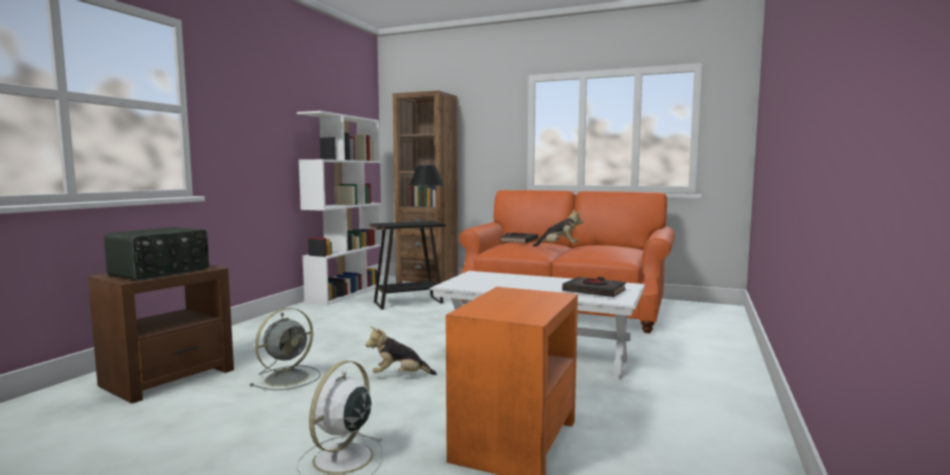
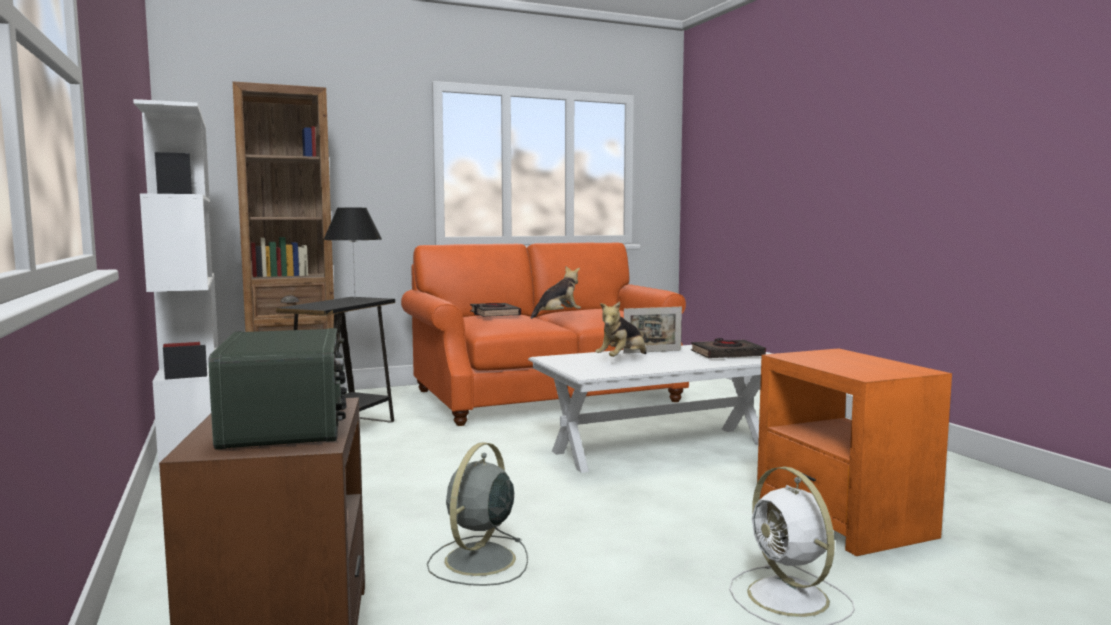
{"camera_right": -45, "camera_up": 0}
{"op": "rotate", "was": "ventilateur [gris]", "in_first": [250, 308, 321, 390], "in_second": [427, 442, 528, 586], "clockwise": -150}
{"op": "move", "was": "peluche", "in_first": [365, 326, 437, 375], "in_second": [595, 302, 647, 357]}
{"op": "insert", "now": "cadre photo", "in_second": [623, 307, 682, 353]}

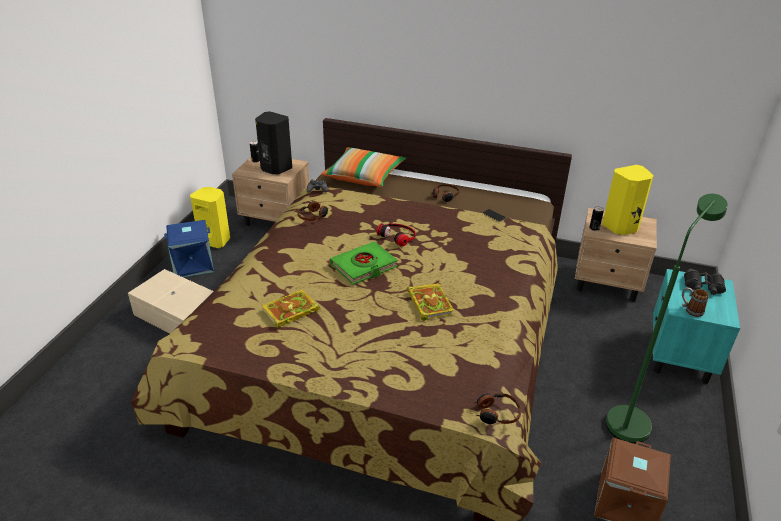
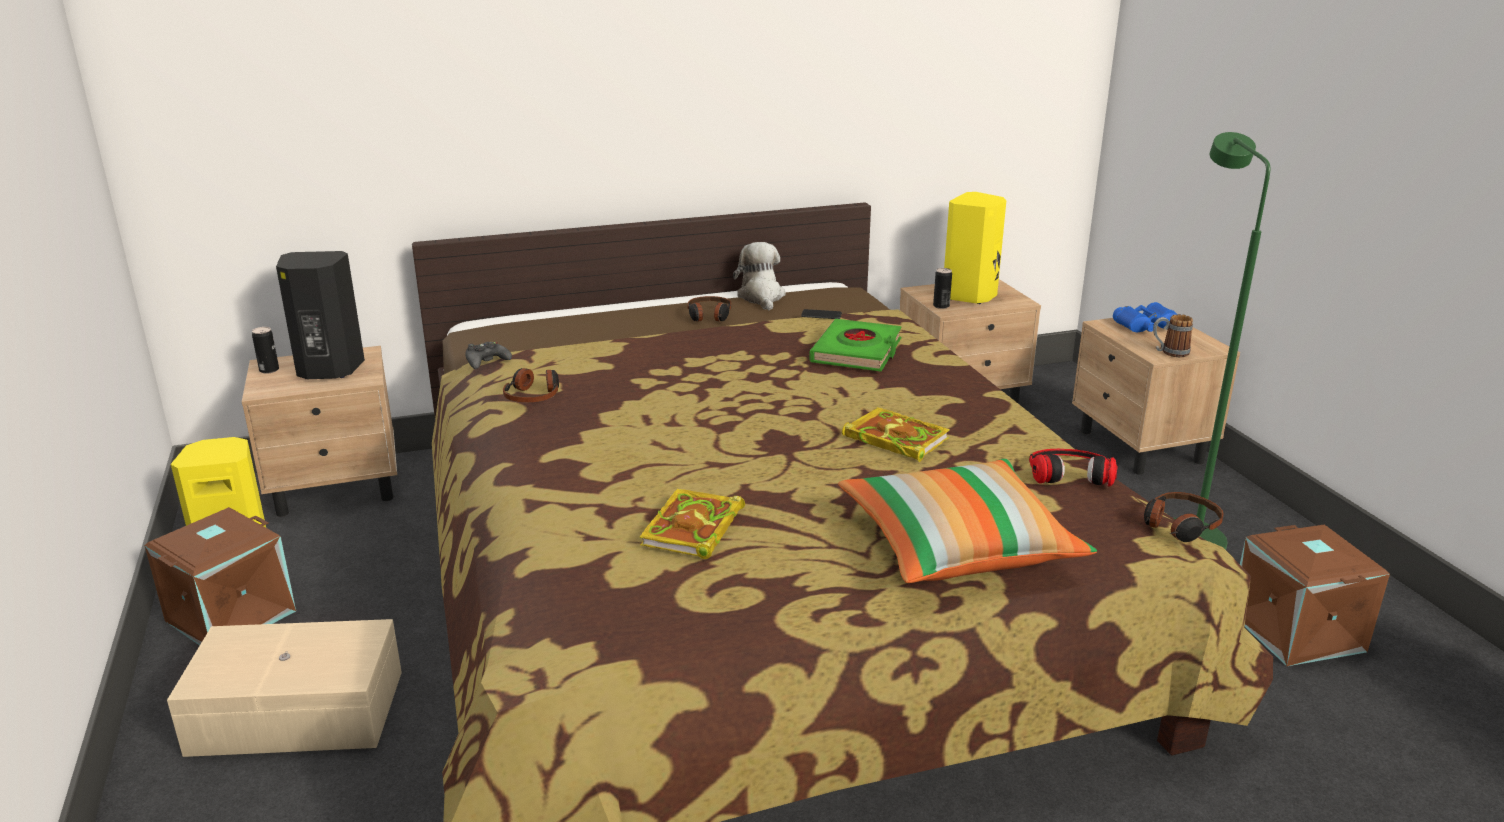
{"camera_right": -35, "camera_up": -10}
{"op": "recolor", "was": "boîte de rangement [bleu]", "now": "boîte de rangement [marron]", "in_first": [164, 220, 214, 277], "in_second": [145, 507, 296, 646]}
{"op": "insert", "now": "peluche", "in_second": [733, 242, 786, 310]}
{"op": "move", "was": "livre [vert]", "in_first": [330, 241, 398, 285], "in_second": [809, 319, 902, 371]}
{"op": "move", "was": "coussin", "in_first": [321, 147, 406, 187], "in_second": [838, 459, 1097, 583]}
{"op": "move", "was": "casque audio", "in_first": [377, 223, 416, 247], "in_second": [1029, 449, 1118, 486]}
{"op": "recolor", "was": "table de chevet [turquoise]", "now": "table de chevet [beige]", "in_first": [653, 269, 740, 384], "in_second": [1072, 318, 1240, 475]}
{"op": "recolor", "was": "jumelles [noir]", "now": "jumelles [bleu]", "in_first": [684, 269, 726, 295], "in_second": [1113, 302, 1177, 332]}

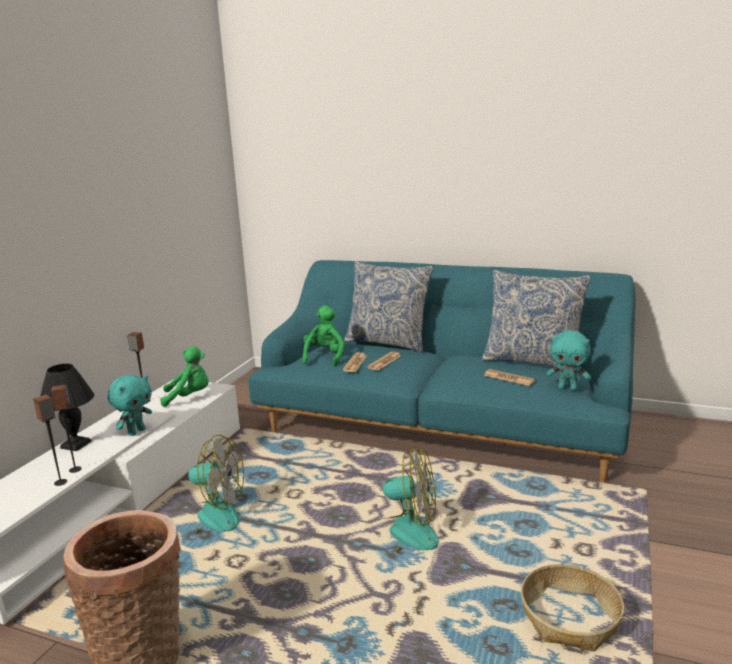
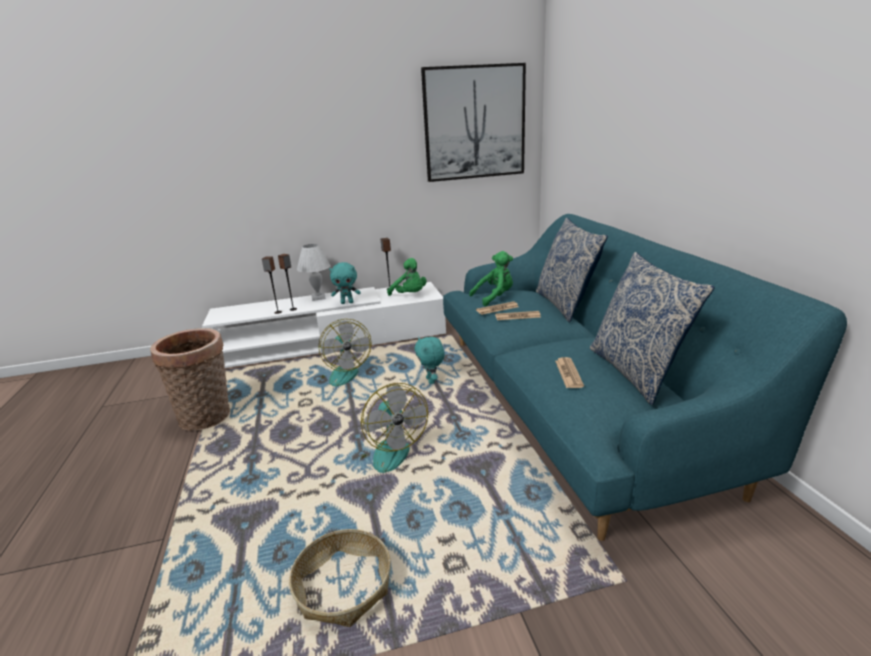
{"camera_right": 55, "camera_up": 5}
{"op": "recolor", "was": "lampe de table [noir]", "now": "lampe de table [blanc]", "in_first": [40, 364, 94, 451], "in_second": [297, 244, 330, 301]}
{"op": "move", "was": "peluche [turquoise]", "in_first": [546, 330, 591, 391], "in_second": [414, 337, 445, 384]}
{"op": "insert", "now": "tableau", "in_second": [421, 63, 526, 182]}

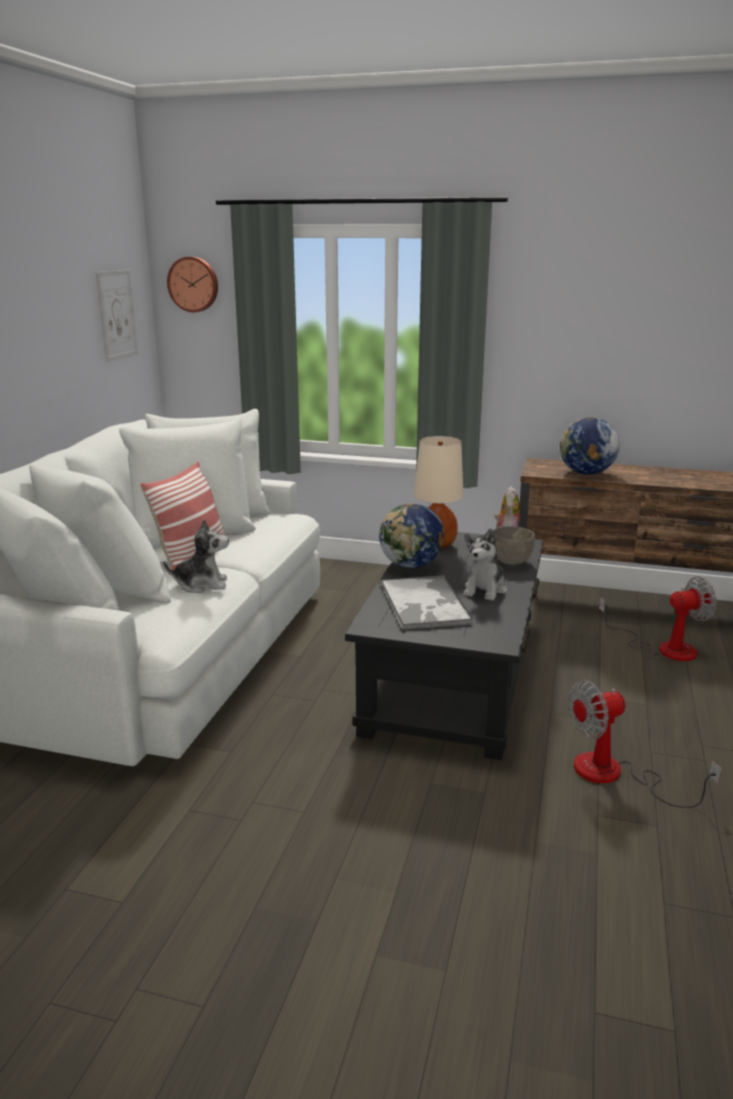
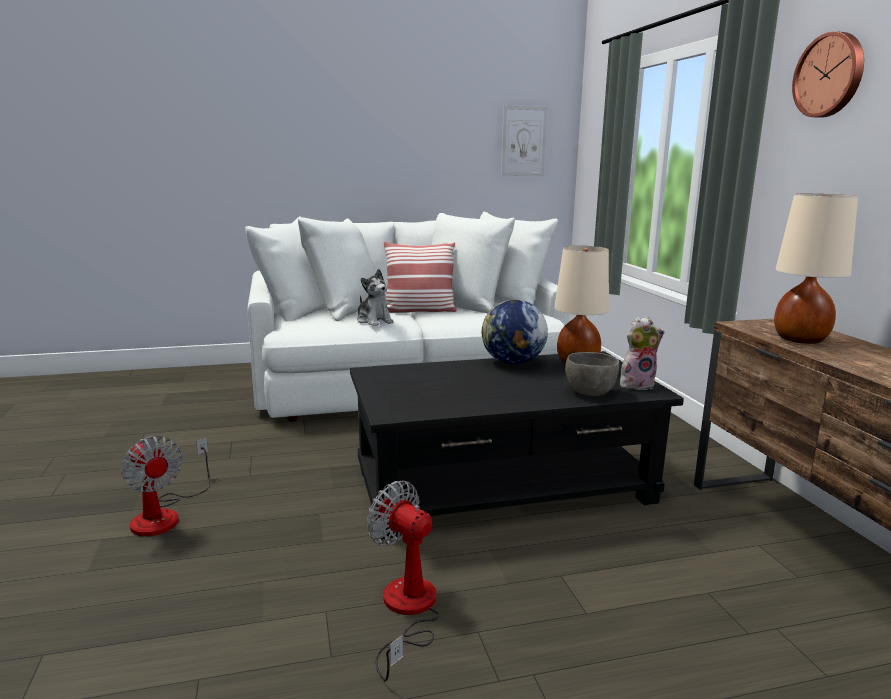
{"camera_right": 60, "camera_up": -5}
{"op": "move", "was": "ventilateur", "in_first": [599, 577, 716, 661], "in_second": [121, 436, 210, 536]}
{"op": "replace", "was": "globe", "now": "lampe de table [beige]", "in_first": [560, 417, 619, 475], "in_second": [774, 194, 858, 344]}
{"op": "move", "was": "horloge murale", "in_first": [167, 257, 218, 312], "in_second": [792, 31, 864, 118]}
{"op": "delete", "was": "plateau", "in_first": [381, 575, 474, 630]}
{"op": "delete", "was": "peluche", "in_first": [464, 528, 507, 601]}

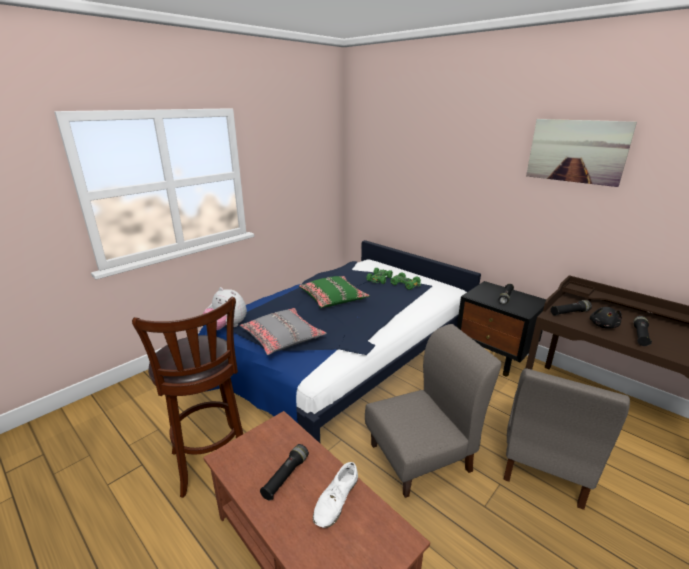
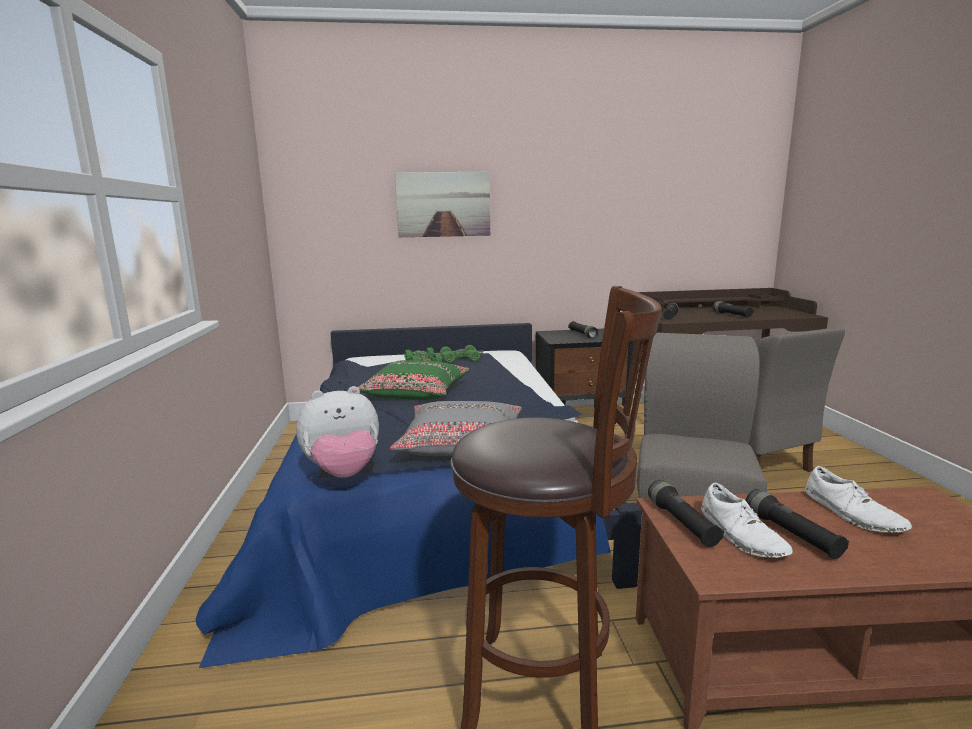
{"camera_right": -50, "camera_up": -10}
{"op": "move", "was": "tableau", "in_first": [526, 119, 637, 187], "in_second": [395, 172, 490, 237]}
{"op": "insert", "now": "lampe de poche [noir]", "in_second": [648, 480, 724, 547]}
{"op": "insert", "now": "chaussure [blanc]", "in_second": [701, 482, 793, 558]}
{"op": "delete", "was": "peluche [noir]", "in_first": [590, 307, 622, 329]}

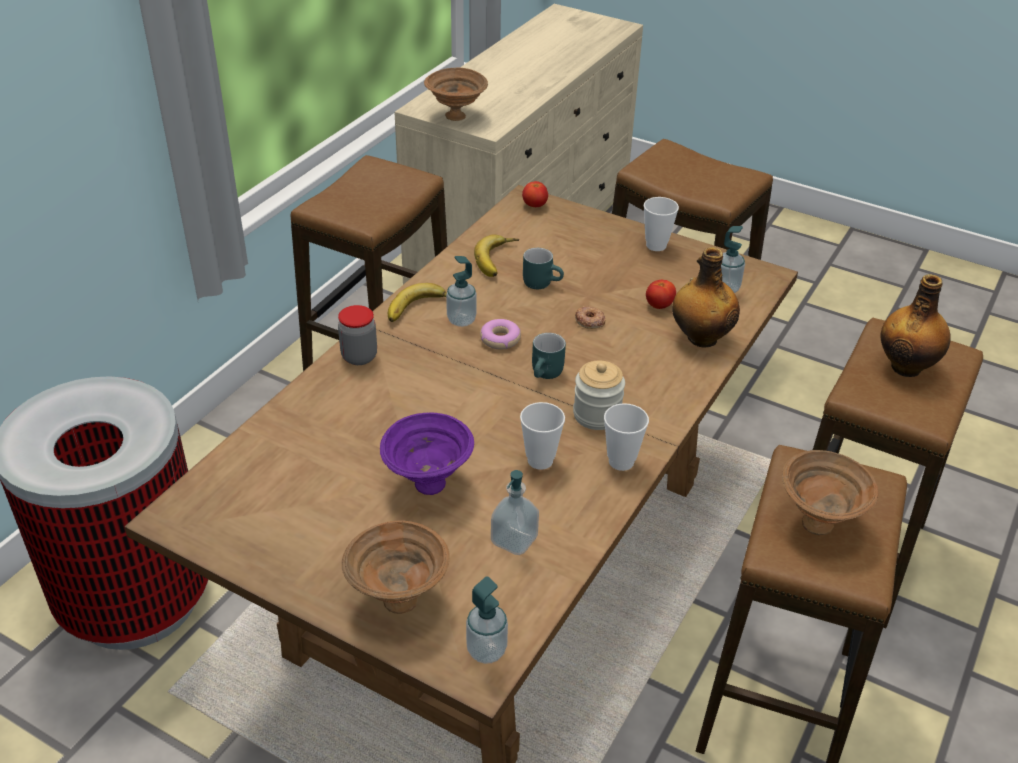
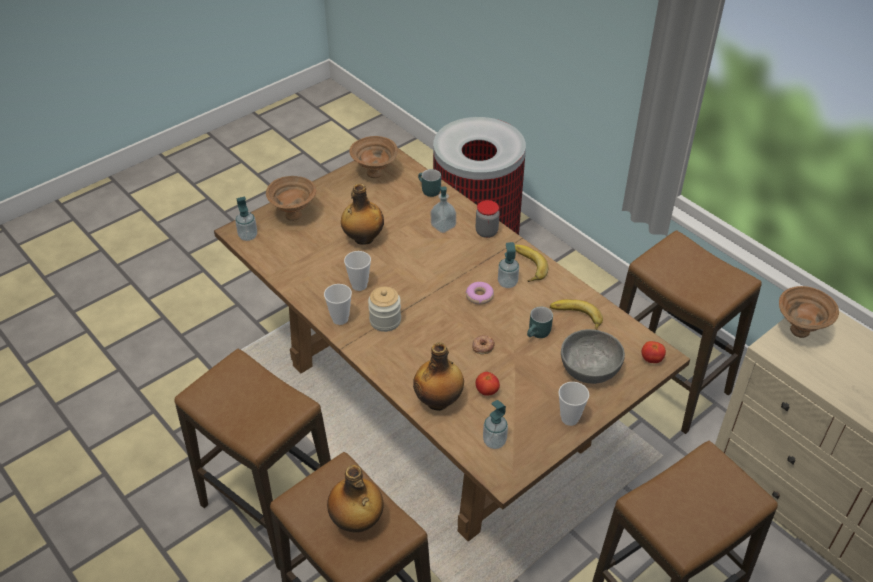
{"camera_right": 110, "camera_up": 5}
{"op": "replace", "was": "bol [violet]", "now": "bouteille", "in_first": [380, 413, 474, 495], "in_second": [341, 183, 384, 245]}
{"op": "move", "was": "bol [marron]", "in_first": [782, 450, 879, 535], "in_second": [349, 136, 398, 178]}
{"op": "move", "was": "mug [turquoise]", "in_first": [532, 333, 566, 379], "in_second": [418, 169, 441, 197]}
{"op": "move", "was": "distributeur de savon", "in_first": [491, 470, 539, 555], "in_second": [431, 186, 456, 233]}
{"op": "insert", "now": "bol [gris]", "in_second": [561, 329, 625, 384]}

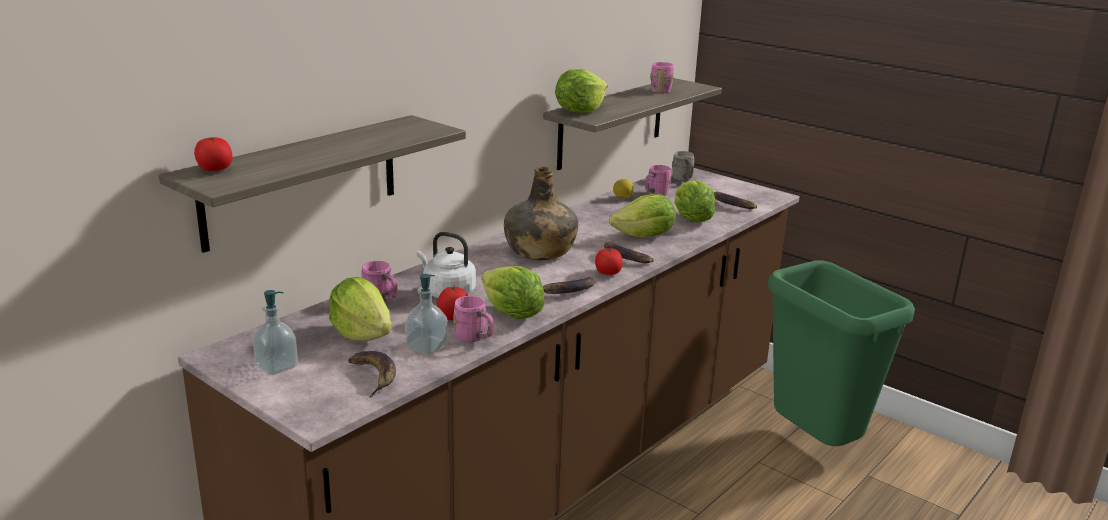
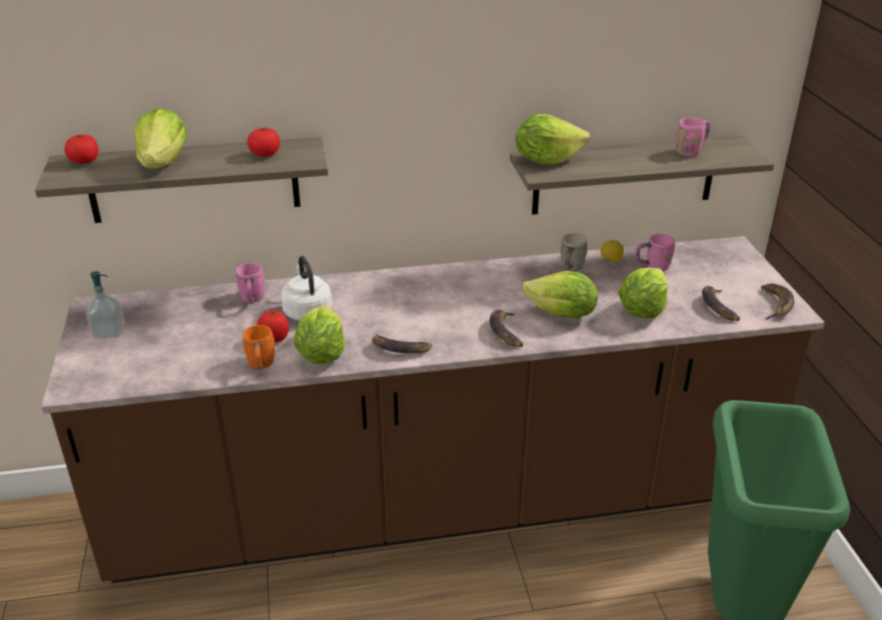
{"camera_right": 40, "camera_up": 10}
{"op": "move", "was": "laitue", "in_first": [329, 277, 392, 341], "in_second": [134, 108, 187, 169]}
{"op": "recolor", "was": "mug [rose]", "now": "mug [orange]", "in_first": [453, 296, 494, 342], "in_second": [243, 325, 275, 370]}
{"op": "move", "was": "tomate", "in_first": [595, 248, 623, 275], "in_second": [247, 127, 280, 157]}
{"op": "move", "was": "mug [gris]", "in_first": [672, 151, 694, 181], "in_second": [561, 233, 588, 271]}
{"op": "move", "was": "banane", "in_first": [348, 351, 396, 397], "in_second": [761, 283, 794, 320]}
{"op": "delete", "was": "distributeur de savon", "in_first": [405, 274, 448, 355]}
{"op": "delete", "was": "bouteille [vert]", "in_first": [504, 167, 578, 260]}

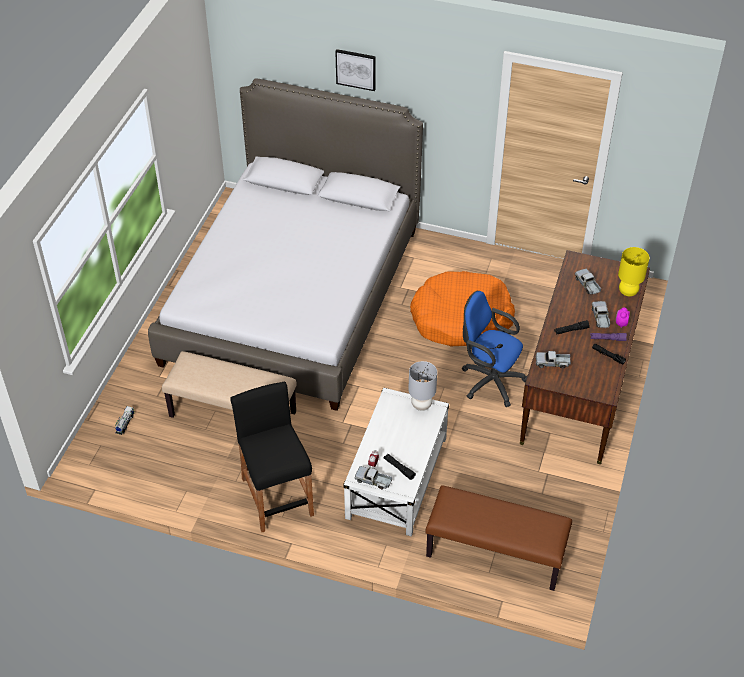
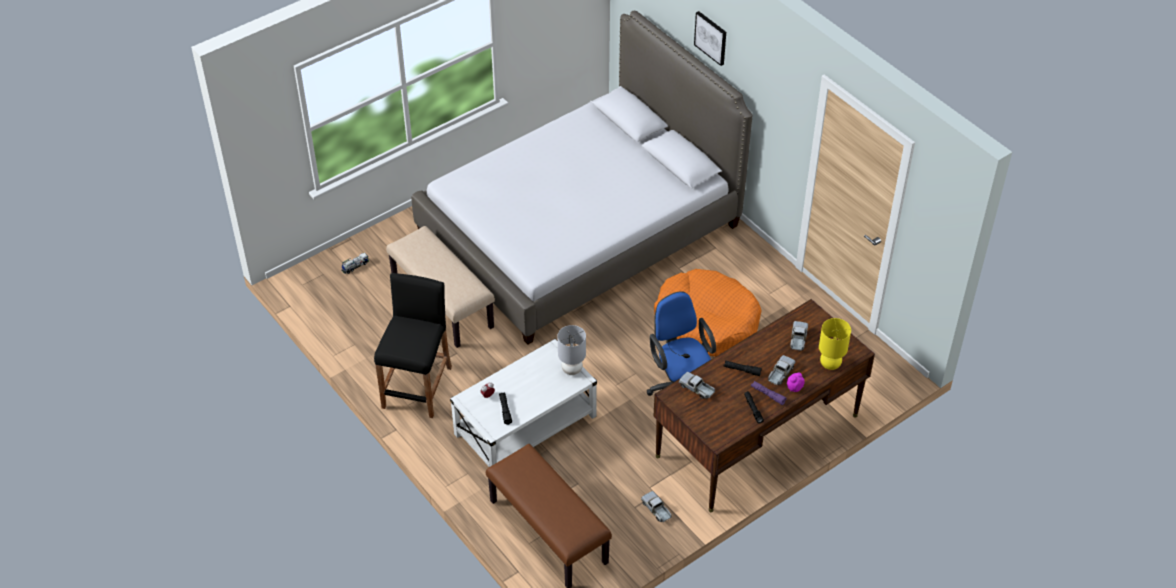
{"camera_right": 35, "camera_up": 0}
{"op": "move", "was": "camion jouet", "in_first": [355, 466, 392, 490], "in_second": [641, 491, 672, 522]}

